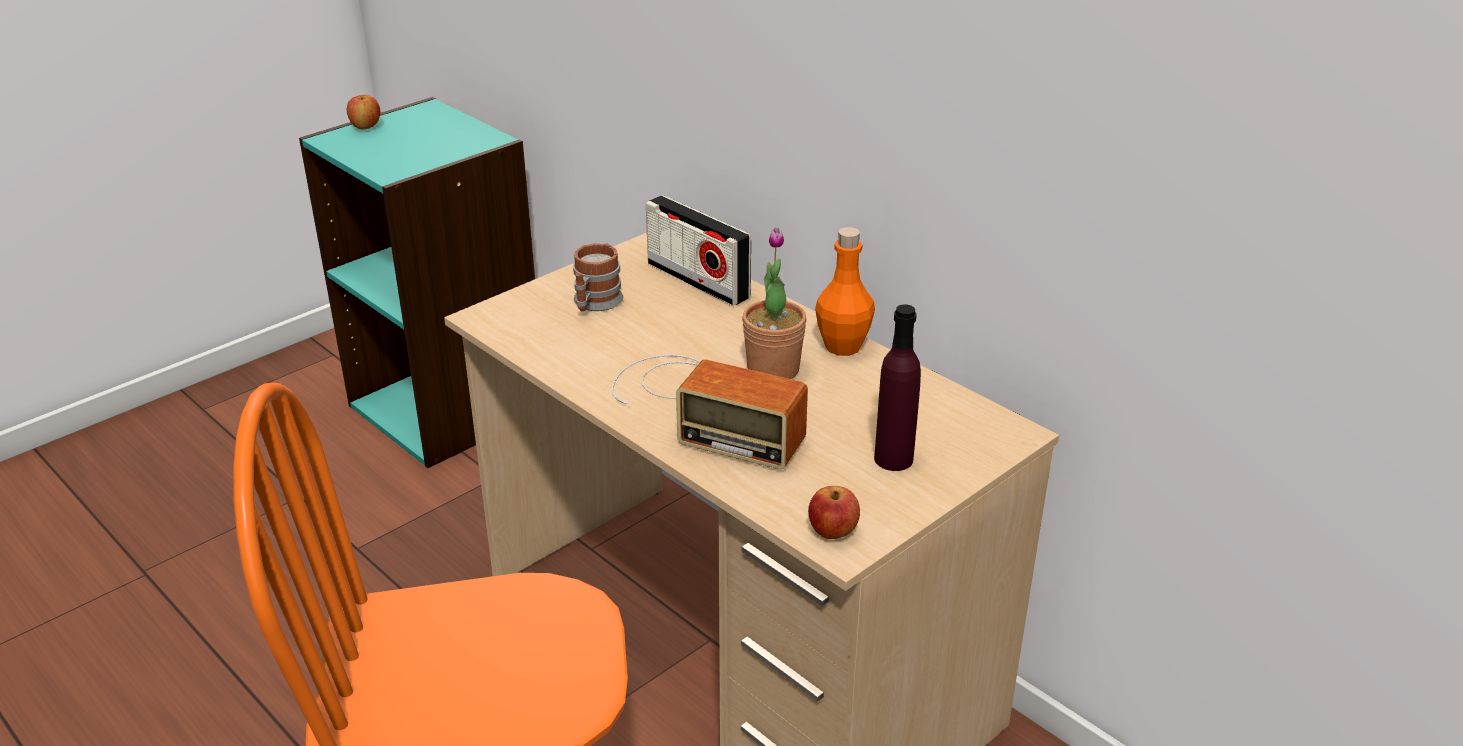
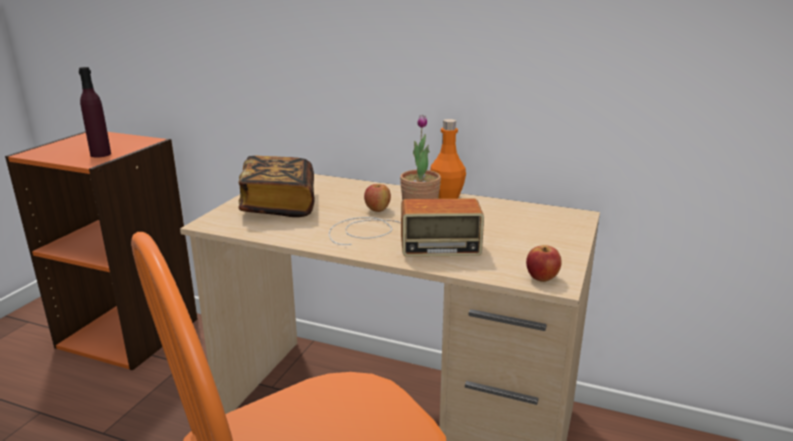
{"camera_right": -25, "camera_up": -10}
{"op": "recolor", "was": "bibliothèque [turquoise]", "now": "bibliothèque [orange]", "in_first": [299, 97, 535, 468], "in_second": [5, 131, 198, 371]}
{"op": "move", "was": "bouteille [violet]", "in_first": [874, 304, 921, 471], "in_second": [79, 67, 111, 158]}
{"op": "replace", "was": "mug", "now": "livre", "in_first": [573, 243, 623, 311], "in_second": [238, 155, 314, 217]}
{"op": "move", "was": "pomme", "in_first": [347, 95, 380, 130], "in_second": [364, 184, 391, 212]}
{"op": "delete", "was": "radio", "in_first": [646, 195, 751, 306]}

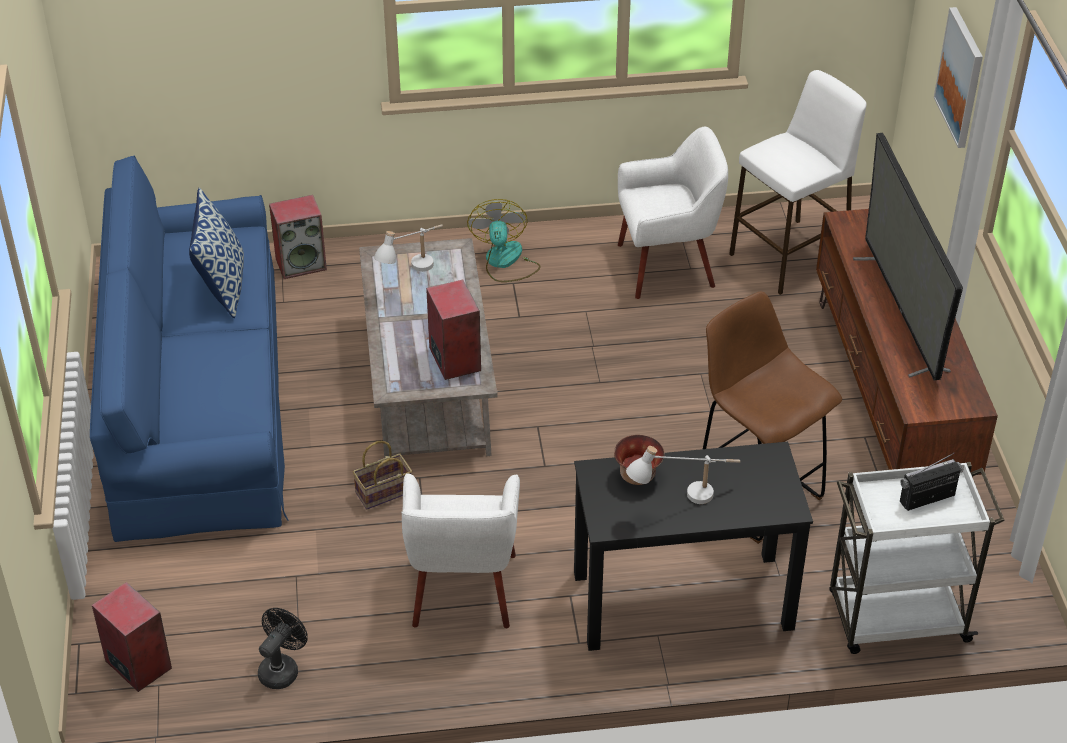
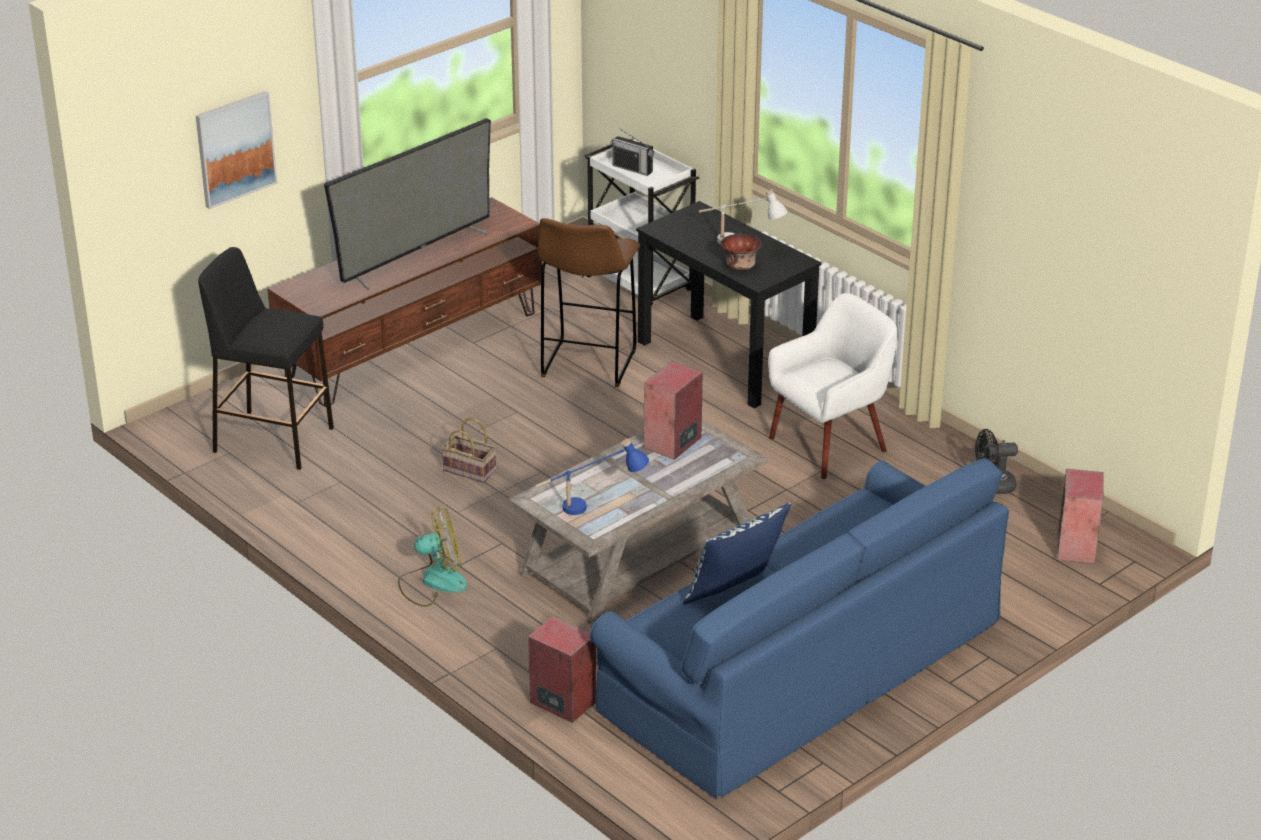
{"camera_right": -125, "camera_up": -10}
{"op": "recolor", "was": "tabouret [blanc]", "now": "tabouret [noir]", "in_first": [729, 70, 867, 295], "in_second": [198, 247, 334, 470]}
{"op": "rotate", "was": "ventilateur", "in_first": [467, 199, 540, 282], "in_second": [398, 507, 467, 607], "clockwise": -150}
{"op": "move", "was": "panier", "in_first": [353, 441, 412, 509], "in_second": [441, 418, 496, 483]}
{"op": "recolor", "was": "lampe de table [blanc]", "now": "lampe de table [bleu]", "in_first": [374, 224, 443, 272], "in_second": [536, 439, 649, 515]}
{"op": "delete", "was": "fauteuil [blanc]", "in_first": [618, 127, 728, 299]}

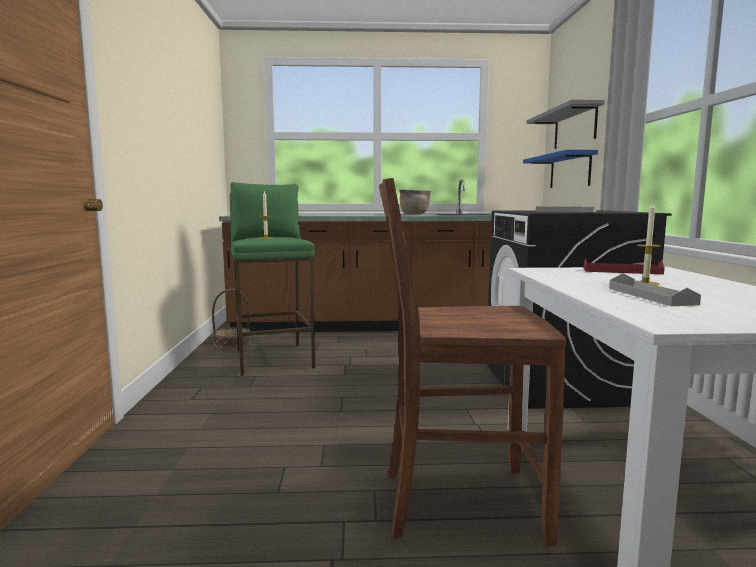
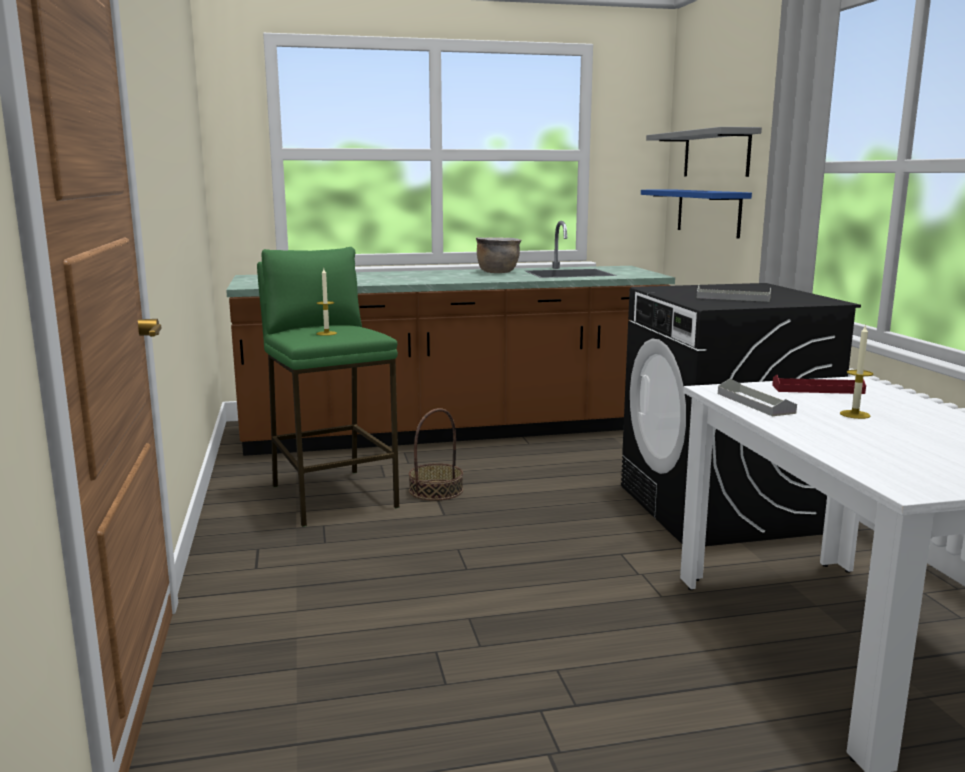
{"camera_right": -10, "camera_up": 5}
{"op": "move", "was": "panier", "in_first": [212, 289, 251, 349], "in_second": [409, 408, 463, 501]}
{"op": "move", "was": "plateau [gris]", "in_first": [609, 273, 701, 306], "in_second": [718, 379, 797, 416]}
{"op": "delete", "was": "chaise [marron]", "in_first": [379, 178, 566, 546]}

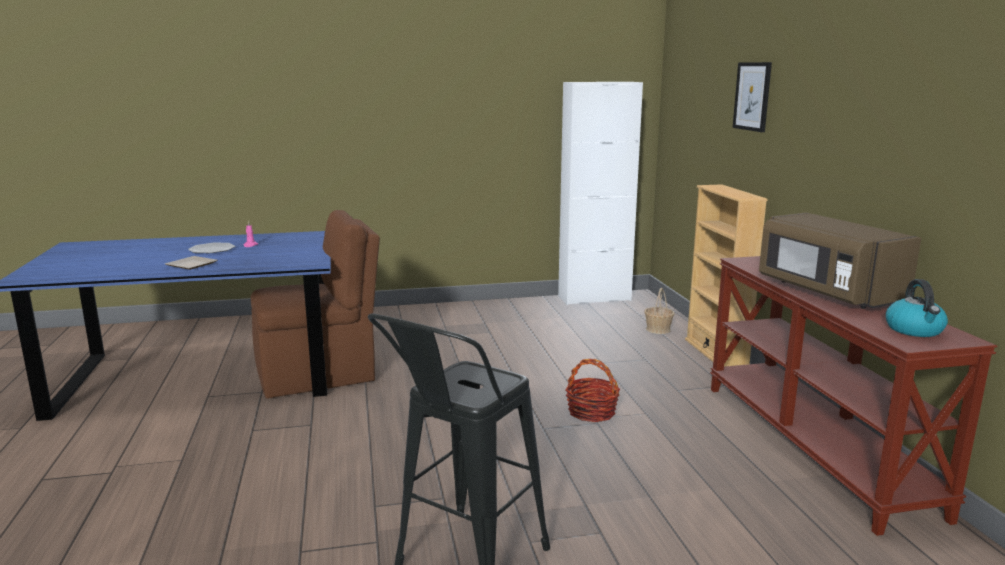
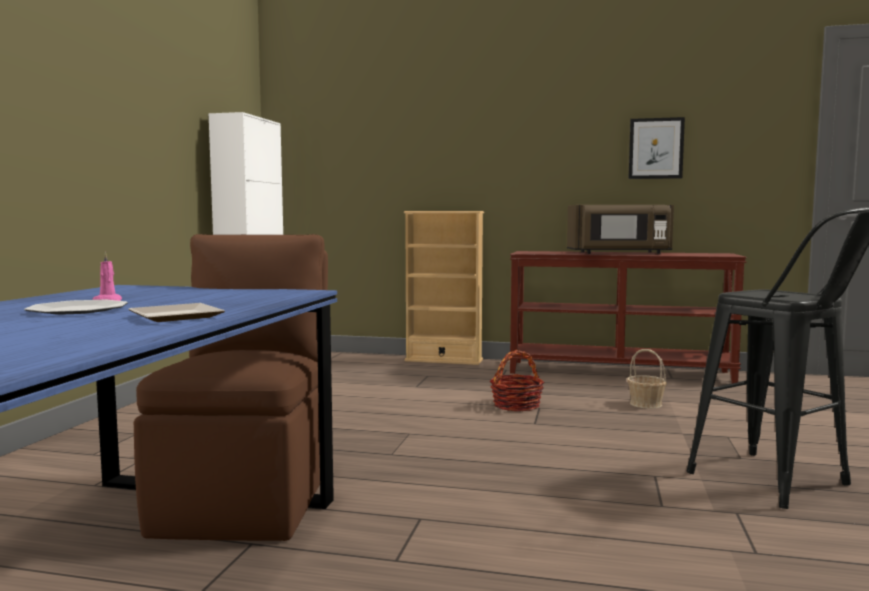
{"camera_right": -65, "camera_up": -10}
{"op": "move", "was": "panier", "in_first": [645, 288, 674, 334], "in_second": [627, 349, 667, 409]}
{"op": "move", "was": "tableau", "in_first": [733, 62, 772, 132], "in_second": [628, 117, 685, 179]}
{"op": "delete", "was": "bouilloire", "in_first": [886, 279, 948, 337]}

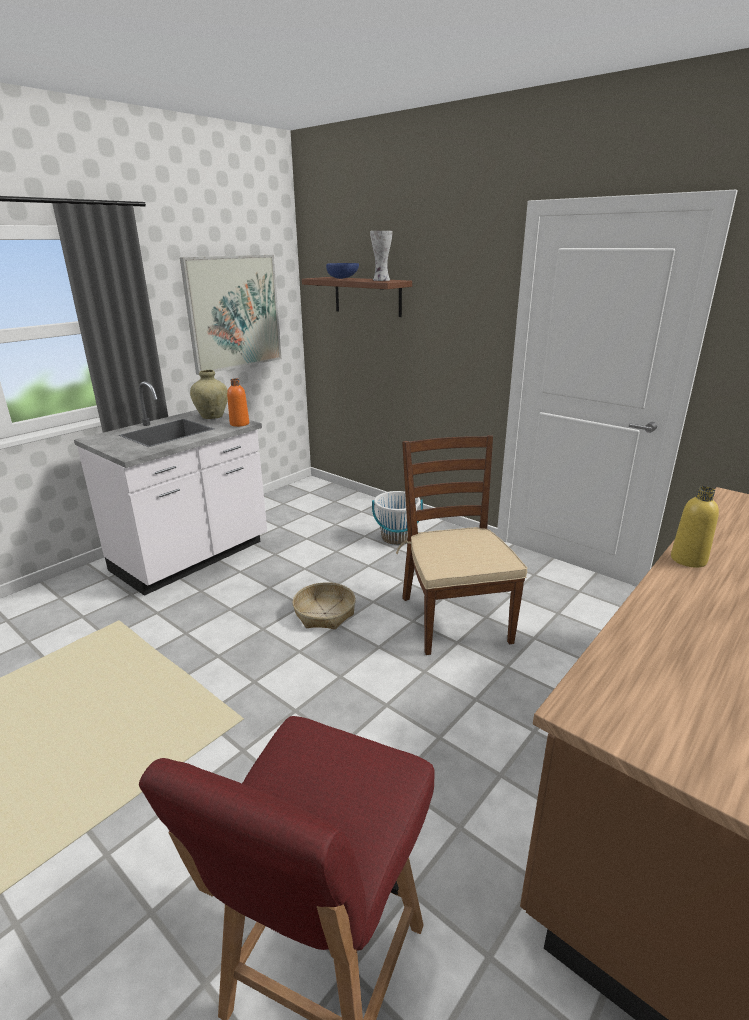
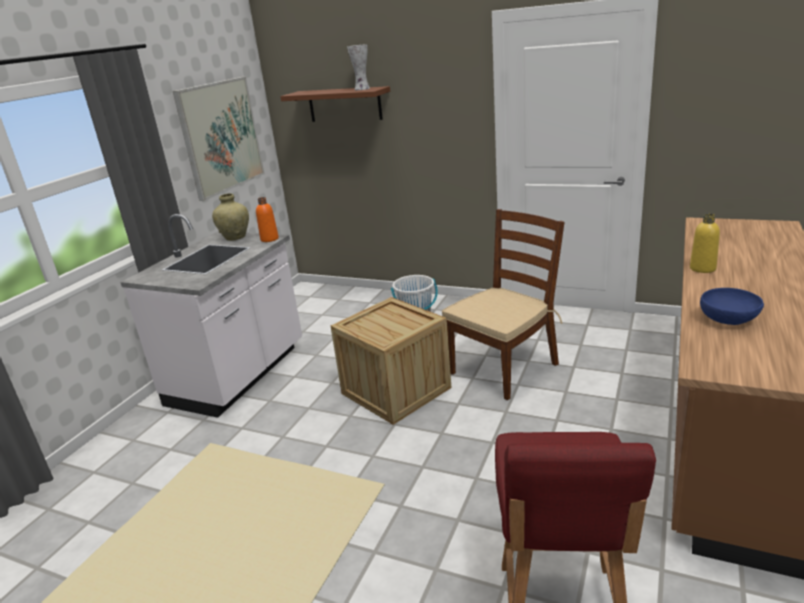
{"camera_right": -15, "camera_up": 0}
{"op": "replace", "was": "panier", "now": "caisse", "in_first": [292, 582, 356, 629], "in_second": [331, 297, 452, 425]}
{"op": "rotate", "was": "chaise [marron]", "in_first": [396, 435, 528, 655], "in_second": [442, 209, 565, 400], "clockwise": 75}
{"op": "move", "was": "bol [bleu]", "in_first": [326, 263, 359, 279], "in_second": [700, 288, 764, 325]}

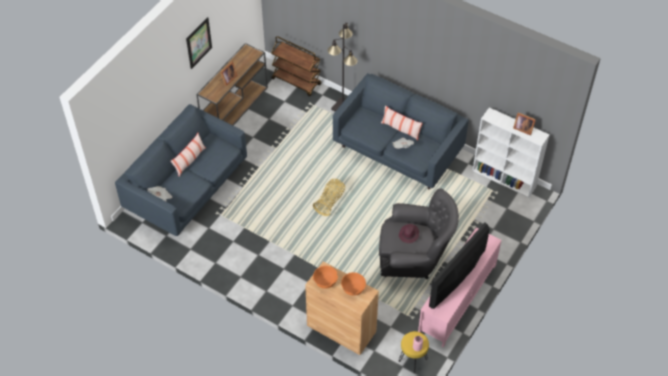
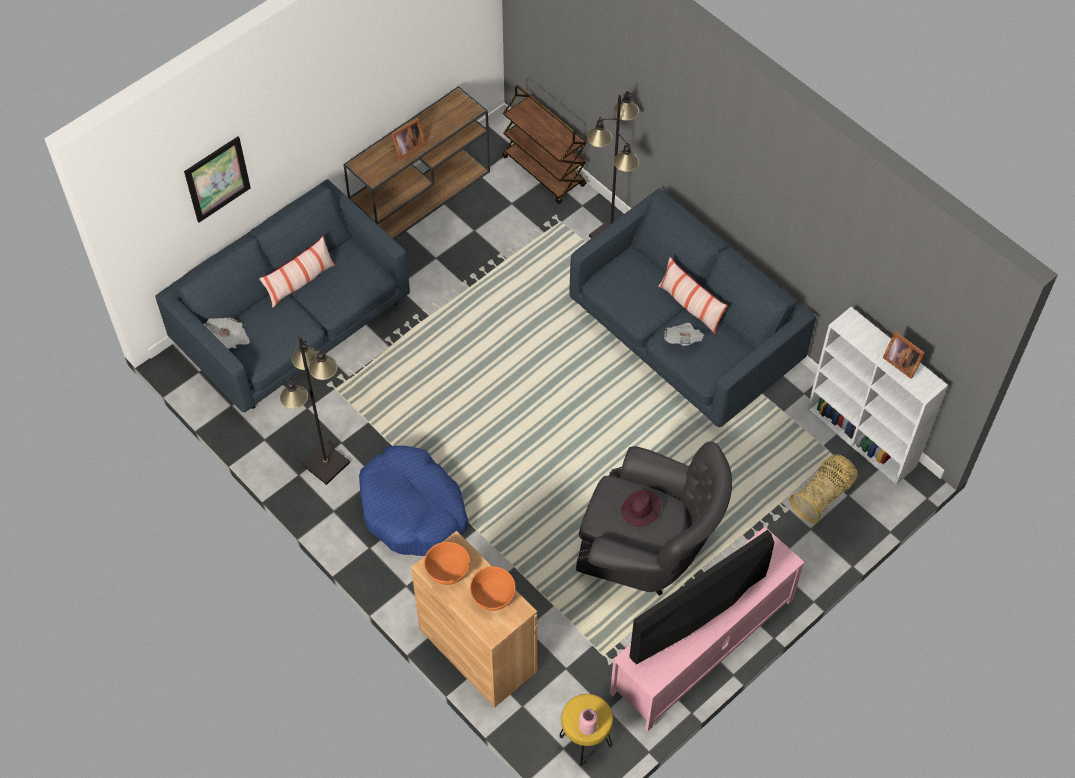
{"camera_right": 15, "camera_up": 5}
{"op": "move", "was": "tableau", "in_first": [186, 17, 212, 69], "in_second": [184, 136, 251, 223]}
{"op": "insert", "now": "lampadaire [noir]", "in_second": [280, 336, 350, 485]}
{"op": "insert", "now": "panier pour chien [bleu]", "in_second": [359, 445, 468, 556]}
{"op": "move", "was": "panier", "in_first": [313, 178, 345, 216], "in_second": [789, 454, 858, 524]}

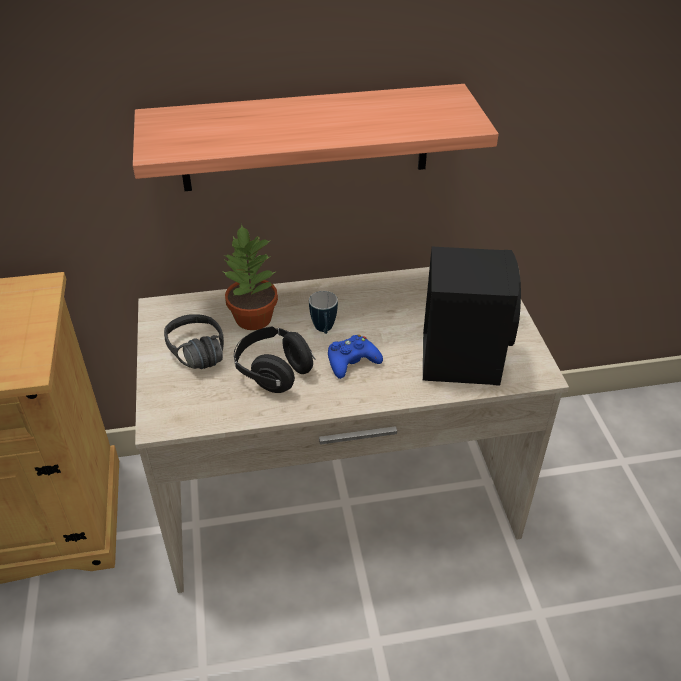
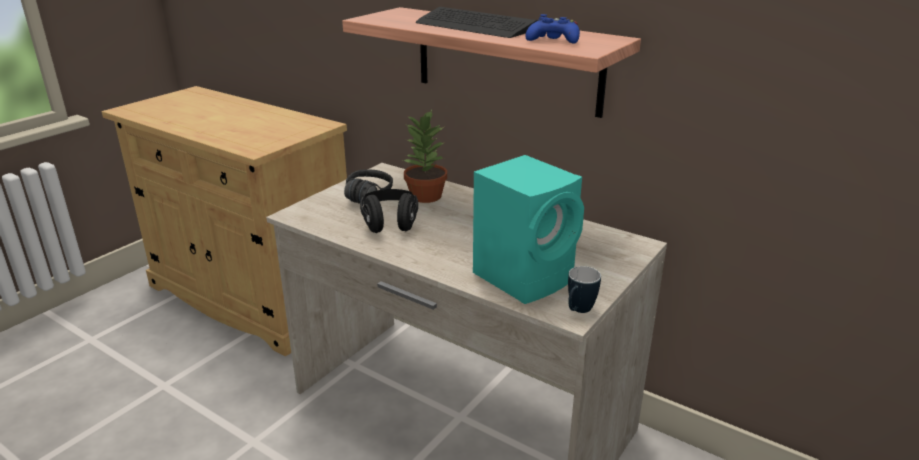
{"camera_right": 45, "camera_up": -15}
{"op": "insert", "now": "clavier", "in_second": [416, 7, 538, 38]}
{"op": "recolor", "was": "enceinte [noir]", "now": "enceinte [turquoise]", "in_first": [423, 247, 521, 386], "in_second": [473, 155, 584, 304]}
{"op": "move", "was": "manette [bleu]", "in_first": [328, 335, 383, 379], "in_second": [525, 14, 580, 44]}
{"op": "move", "was": "mug", "in_first": [309, 291, 338, 334], "in_second": [568, 266, 601, 313]}

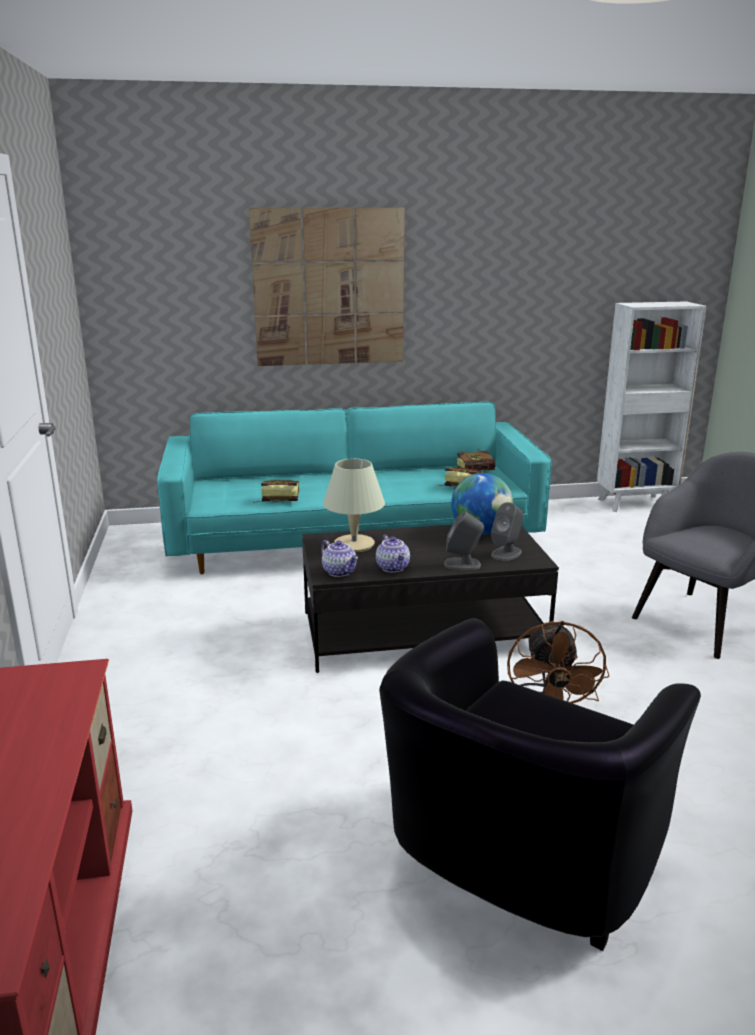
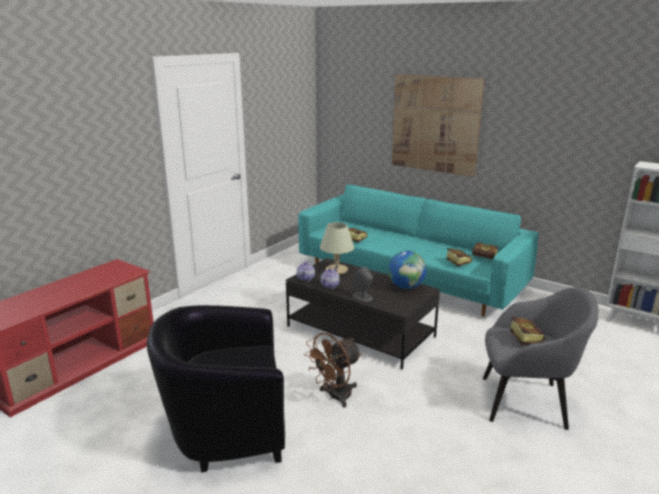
{"camera_right": 45, "camera_up": 0}
{"op": "insert", "now": "livre", "in_second": [510, 317, 545, 346]}
{"op": "delete", "was": "enceinte [gris]", "in_first": [491, 502, 523, 561]}

